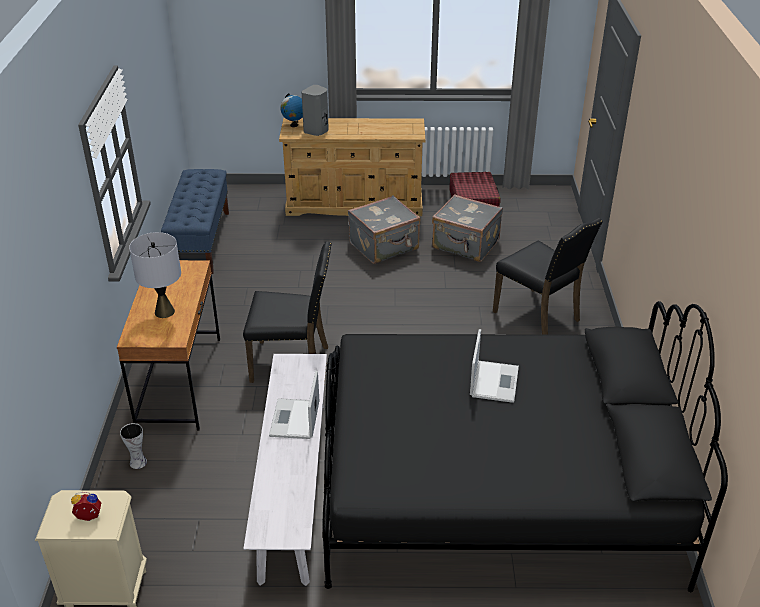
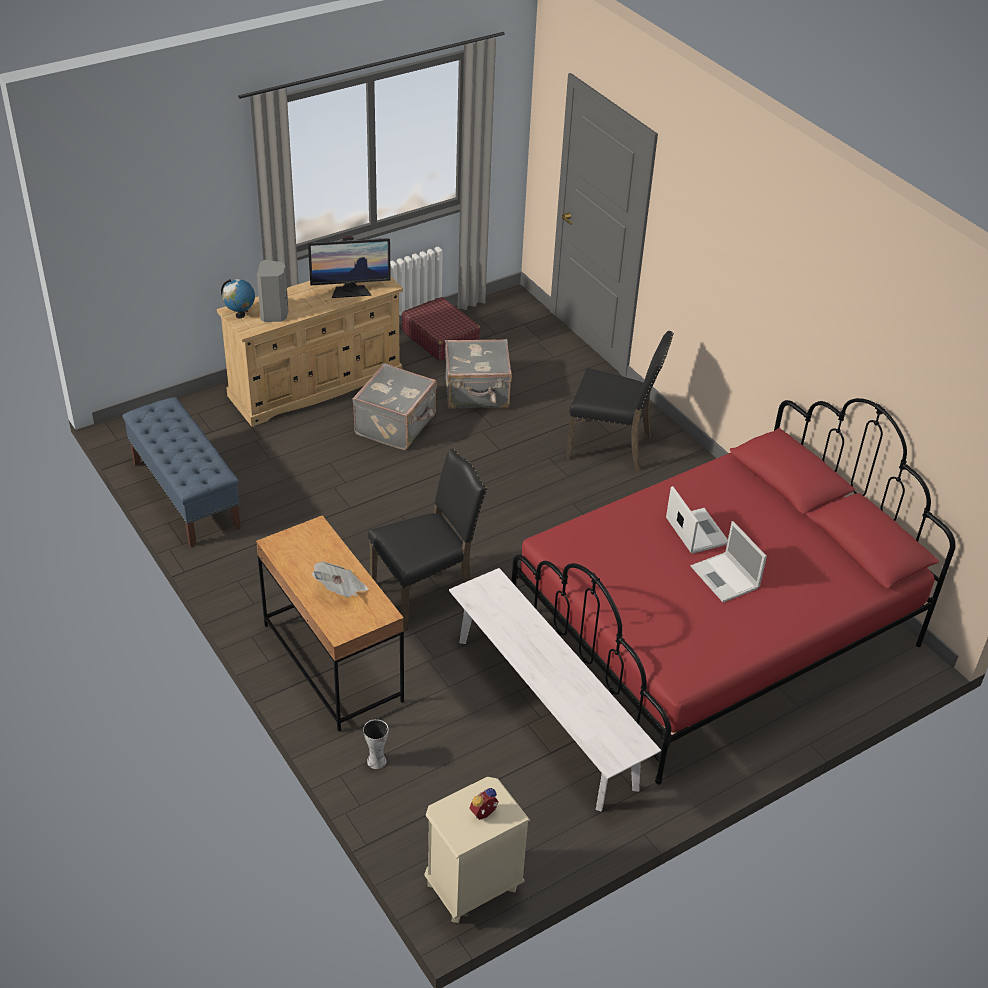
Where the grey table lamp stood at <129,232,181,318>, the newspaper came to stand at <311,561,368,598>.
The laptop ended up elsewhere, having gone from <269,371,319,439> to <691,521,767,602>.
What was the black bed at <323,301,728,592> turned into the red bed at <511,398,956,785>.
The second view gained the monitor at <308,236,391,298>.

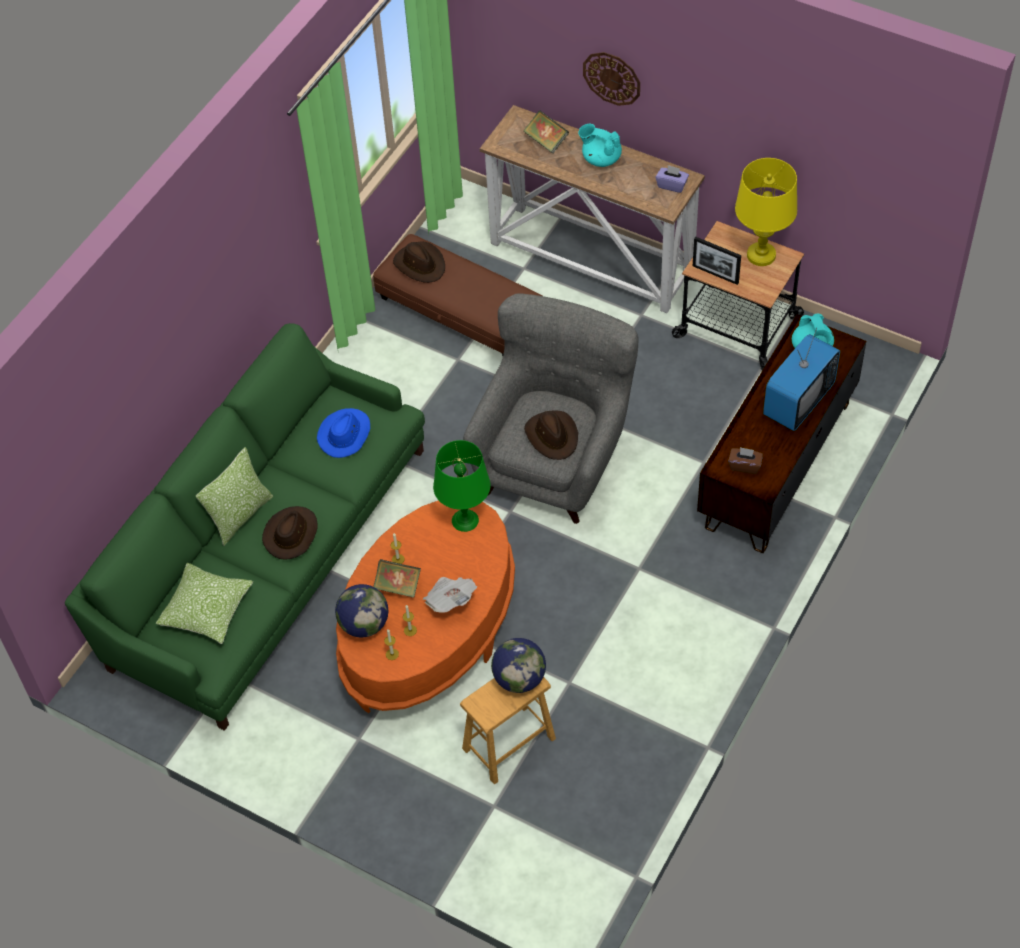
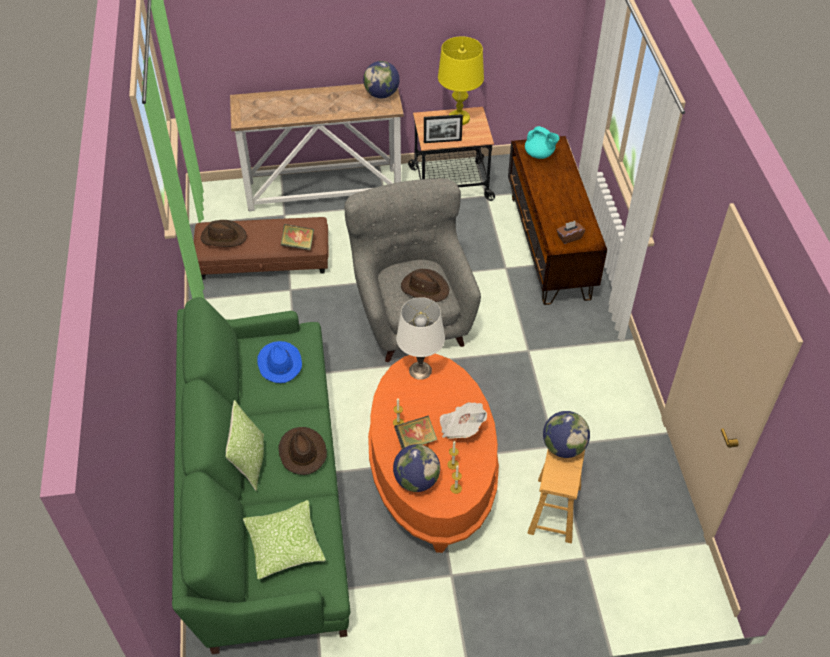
What was the green table lamp at <433,440,491,532> turned into the white table lamp at <396,297,445,380>.
The book ended up elsewhere, having gone from <524,110,569,154> to <281,224,314,251>.
The second view lost the turquoise teapot at <578,124,622,167>.
The second view lost the wall clock at <583,52,640,106>.
Where the purple tissue box stood at <655,165,689,193>, the globe came to stand at <363,61,400,98>.
The second view lost the television at <763,328,840,431>.

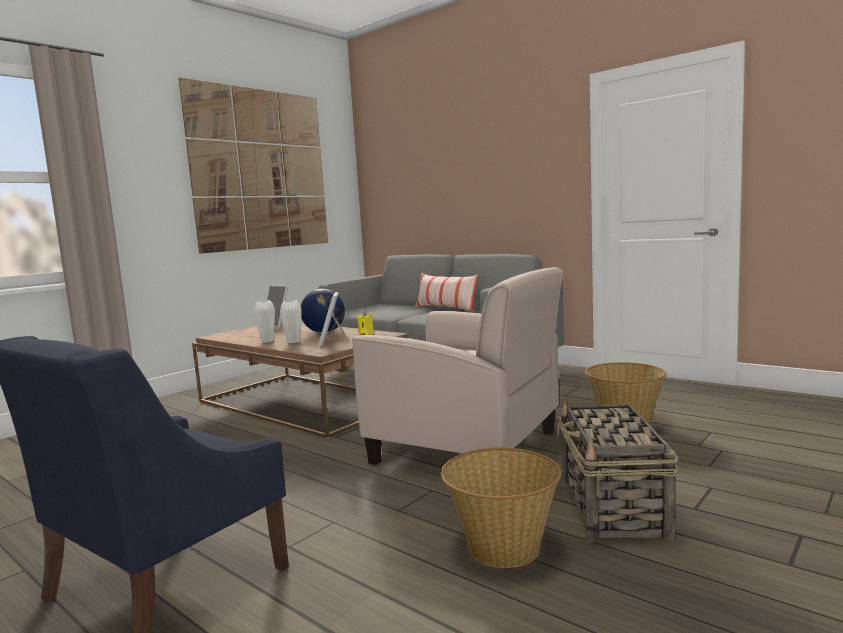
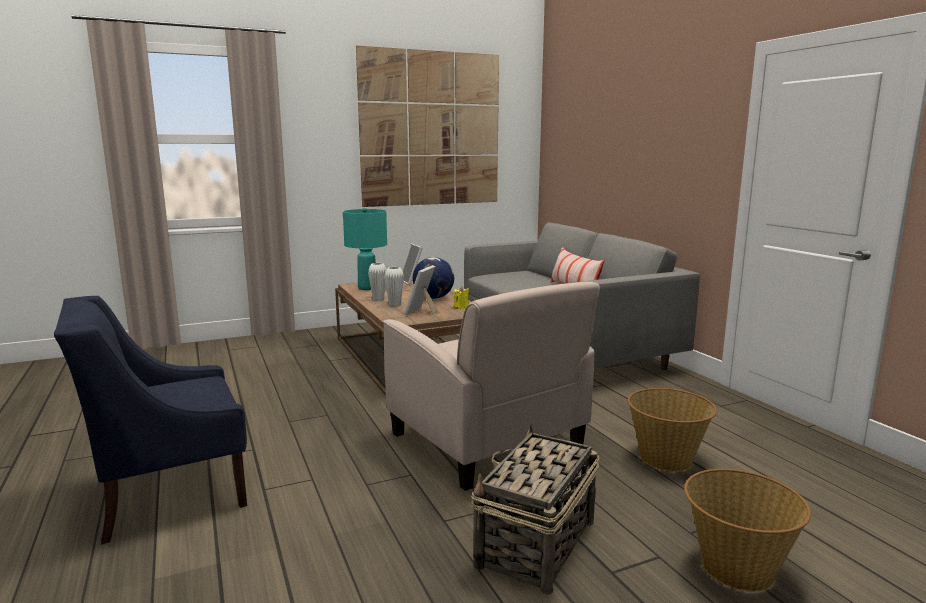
The basket ended up elsewhere, having gone from <440,448,562,568> to <684,469,811,592>.
The second view gained the turquoise table lamp at <343,208,387,290>.

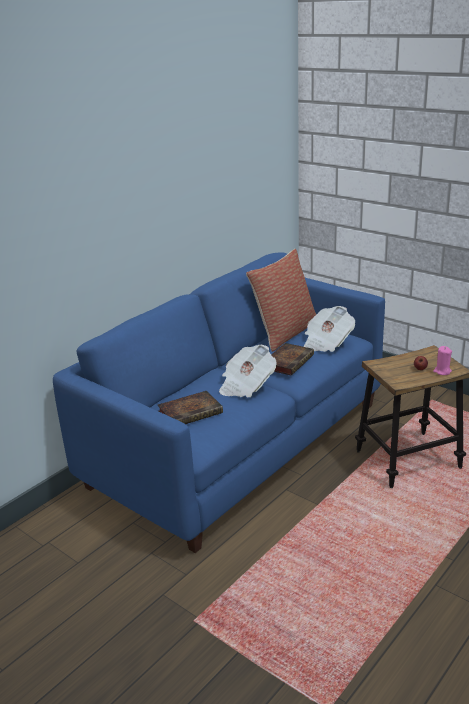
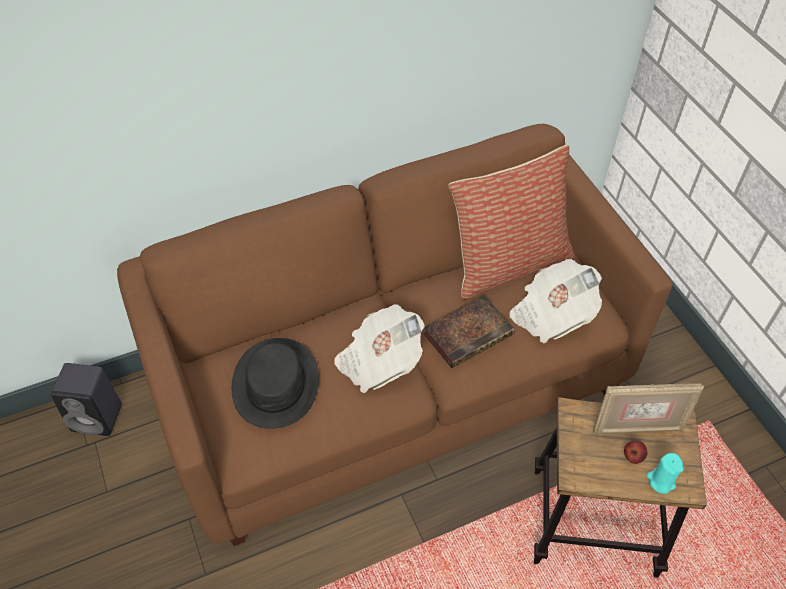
What was the blue sofa at <53,253,385,553> turned into the brown sofa at <117,124,672,546>.
Where the book stood at <158,391,223,424>, the black hat came to stand at <232,338,319,429>.
What was the pink candle at <433,346,452,375> turned into the turquoise candle at <647,453,683,494>.
The second view gained the black speaker at <51,363,122,436>.
The second view gained the picture frame at <593,383,704,434>.

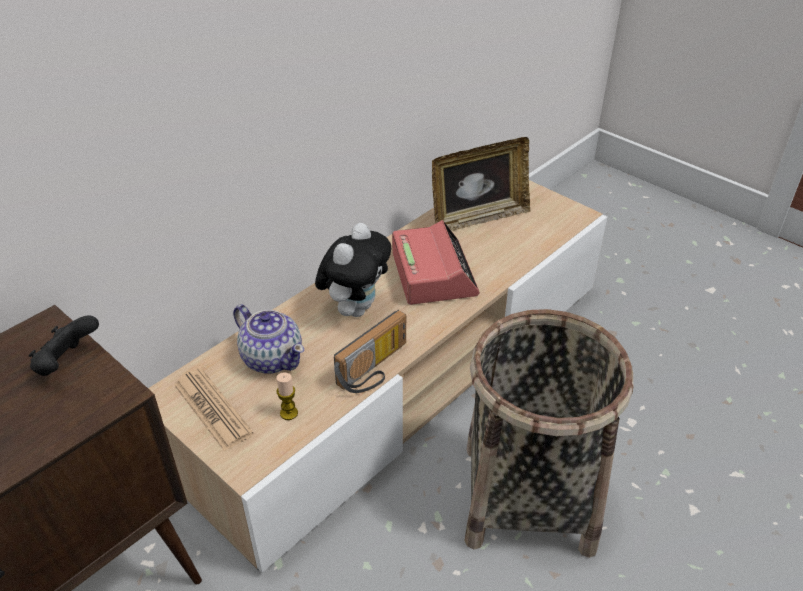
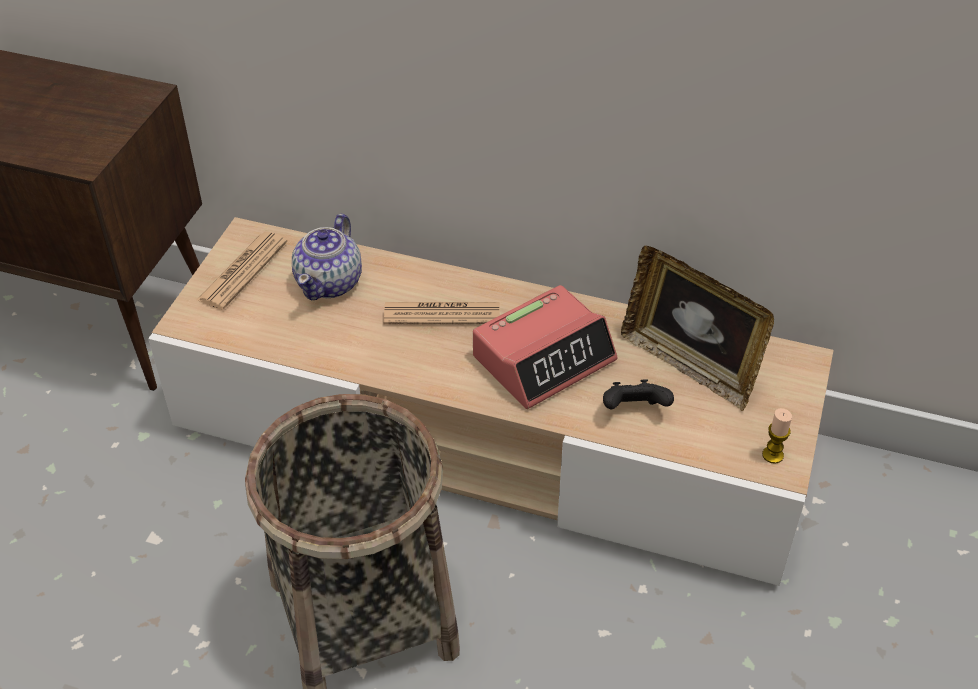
The black game controller ended up elsewhere, having gone from <29,315,99,376> to <603,379,674,410>.
The candle ended up elsewhere, having gone from <276,372,298,420> to <762,408,792,464>.
Where the plush toy stood at <315,223,391,317>, the newspaper came to stand at <383,302,500,325>.
The second view lost the radio at <334,310,406,393>.

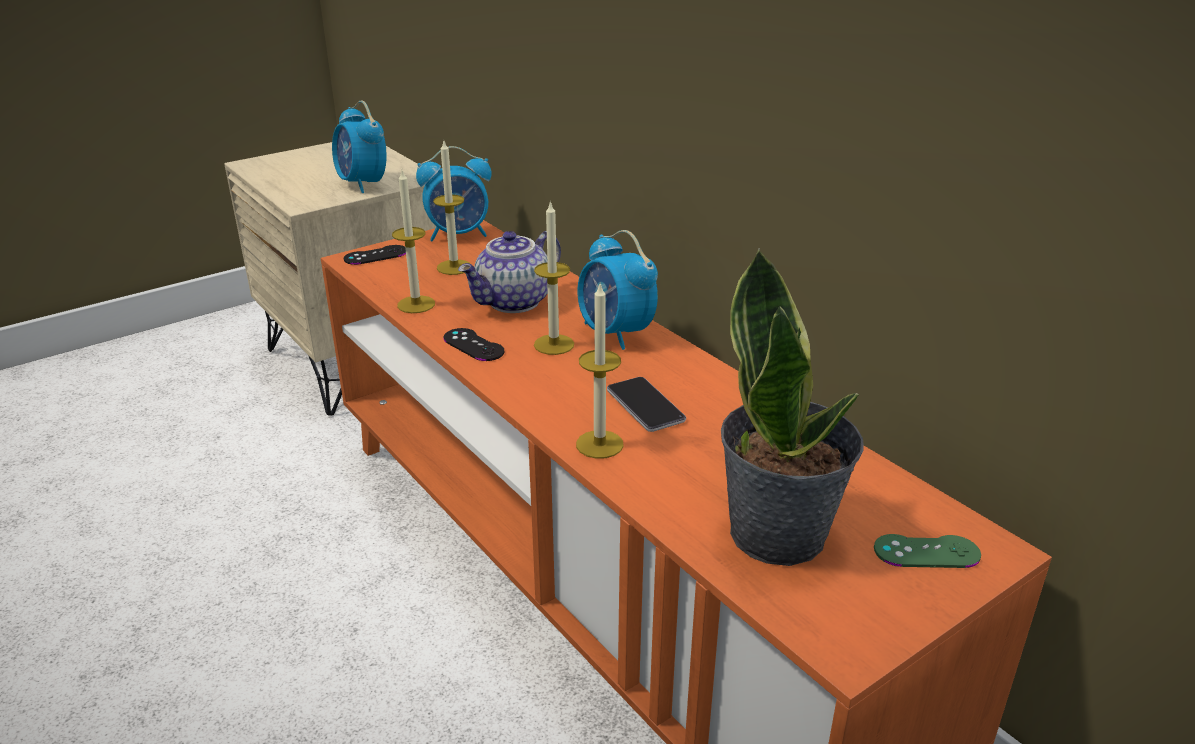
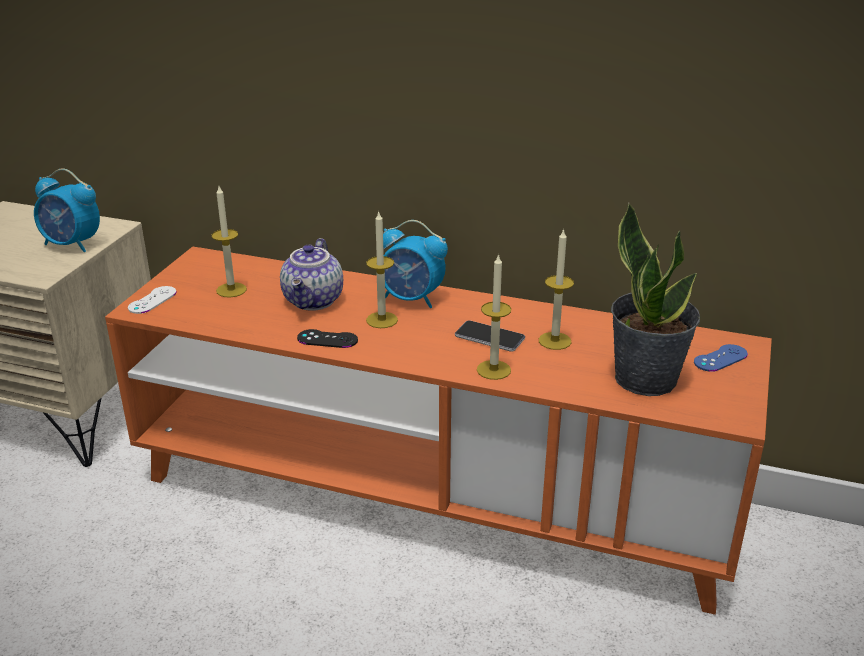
What was the black game controller at <344,245,406,265> turned into the white game controller at <128,286,177,314>.
The candle ended up elsewhere, having gone from <392,170,435,313> to <539,228,574,350>.
The second view lost the alarm clock at <416,146,492,241>.
What was the green game controller at <874,534,981,568> turned into the blue game controller at <694,344,748,372>.

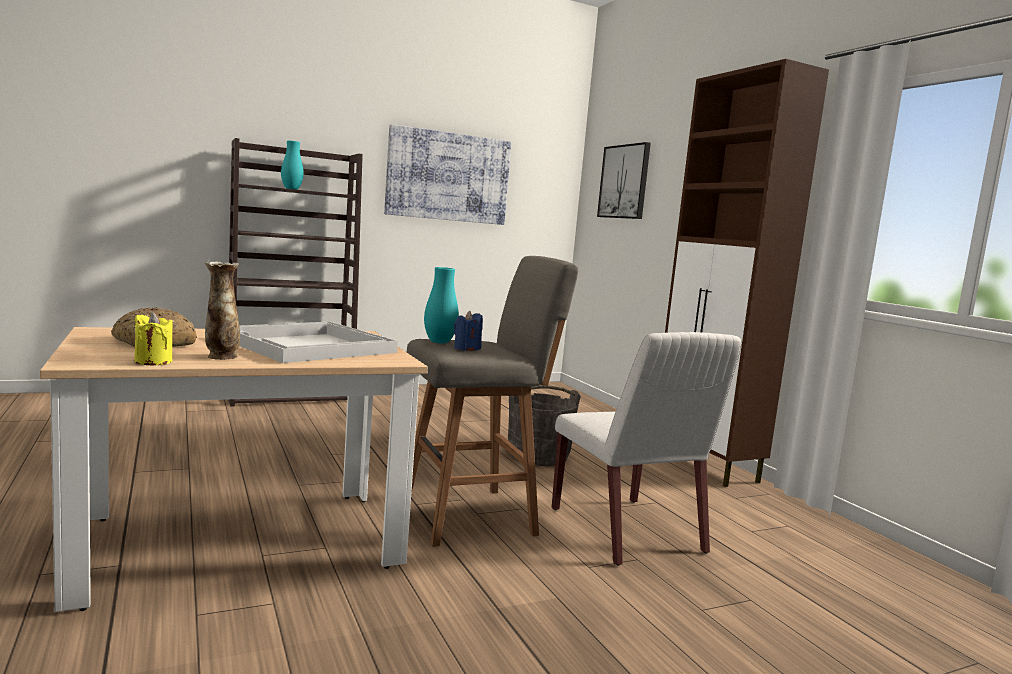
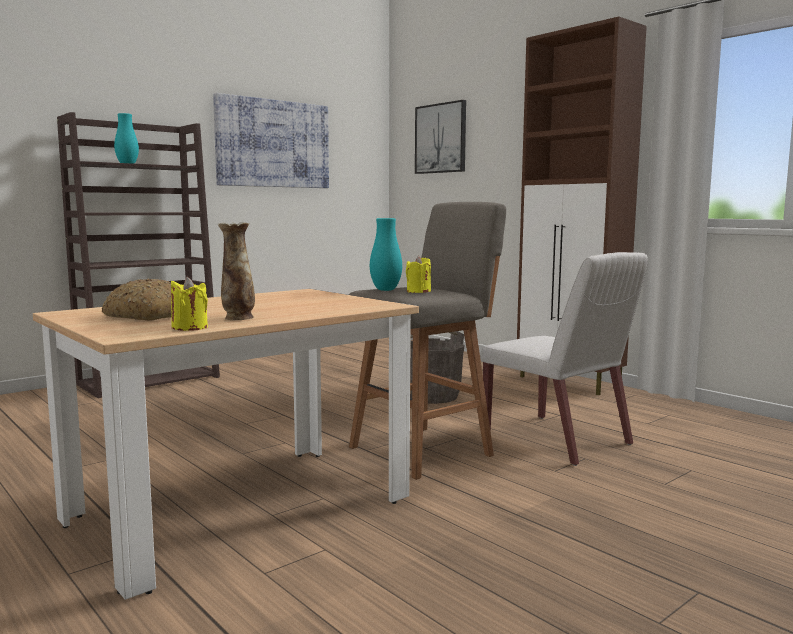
The second view lost the white tray at <239,322,398,363>.
What was the blue candle at <454,311,483,351> turned into the yellow candle at <406,256,431,293>.

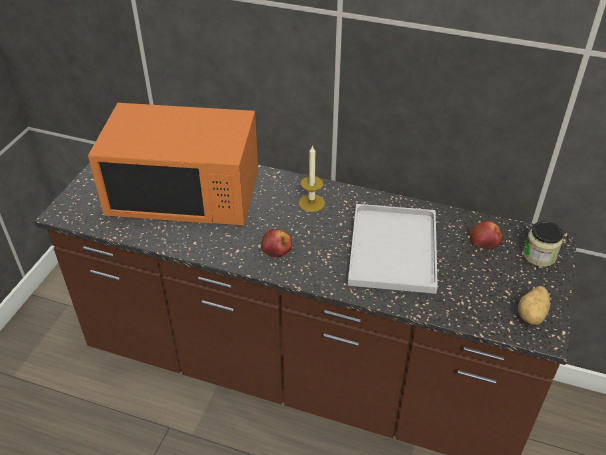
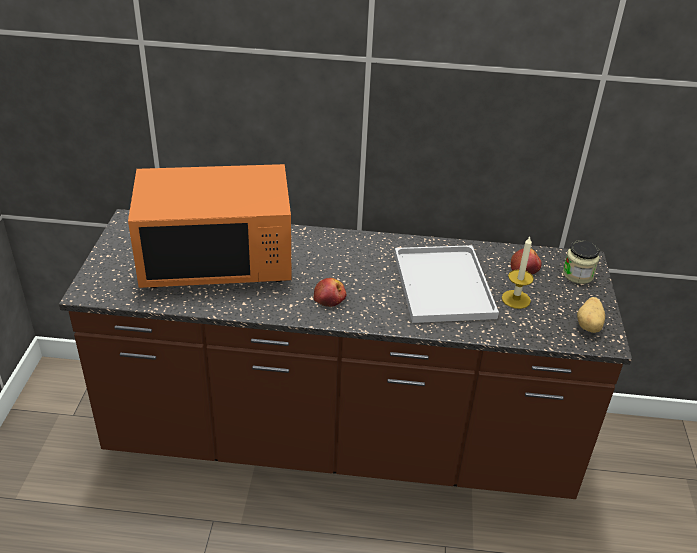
The candle ended up elsewhere, having gone from <299,145,325,212> to <502,237,534,309>.

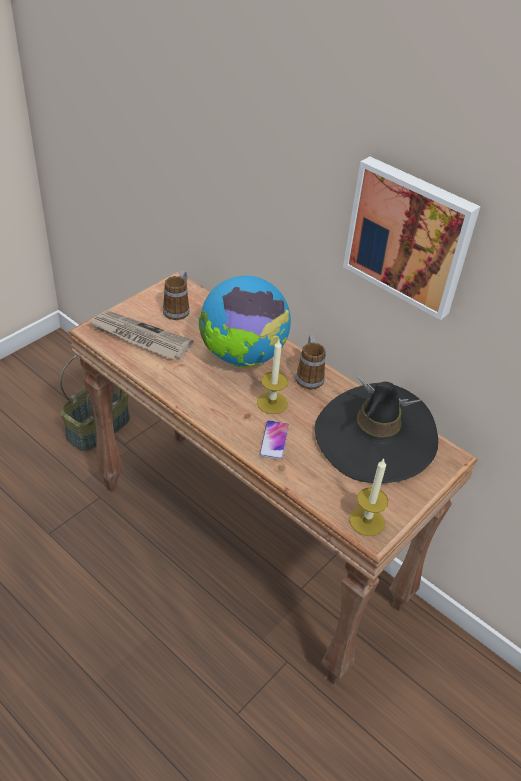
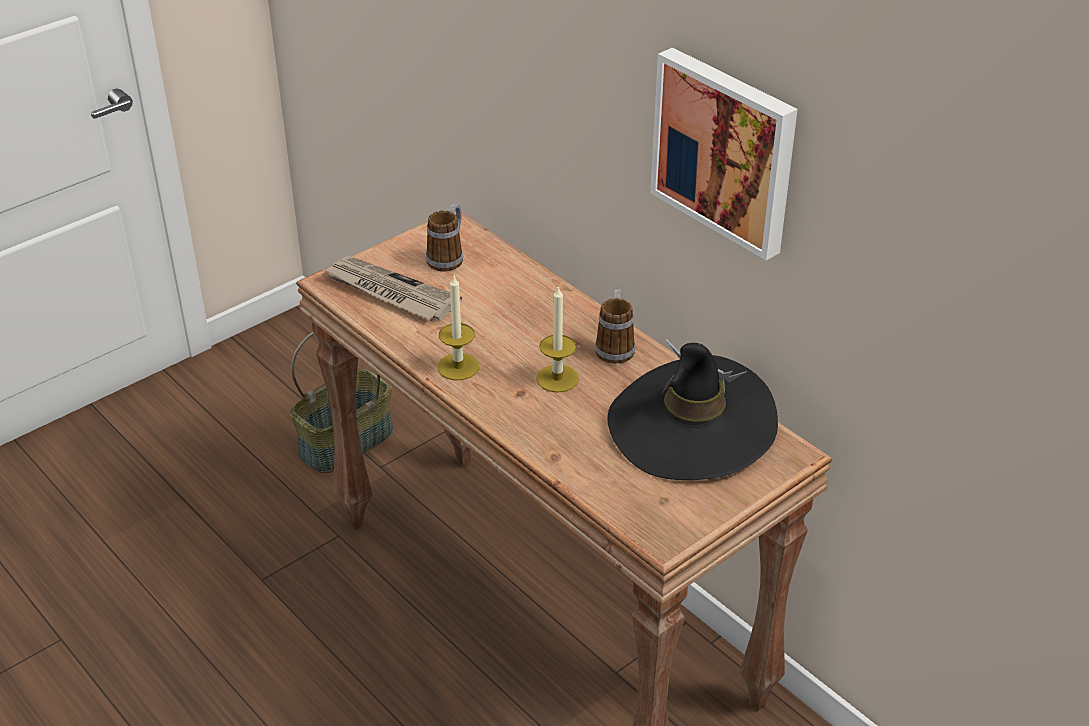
The second view lost the globe at <199,275,291,367>.
The second view lost the phone at <259,420,289,460>.
The candle ended up elsewhere, having gone from <349,459,389,536> to <438,276,479,380>.

